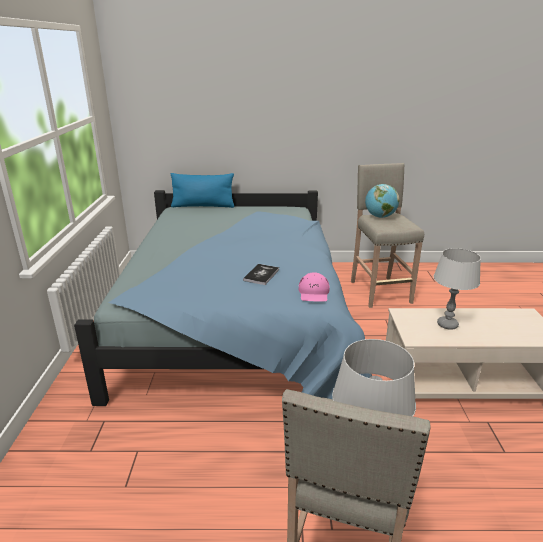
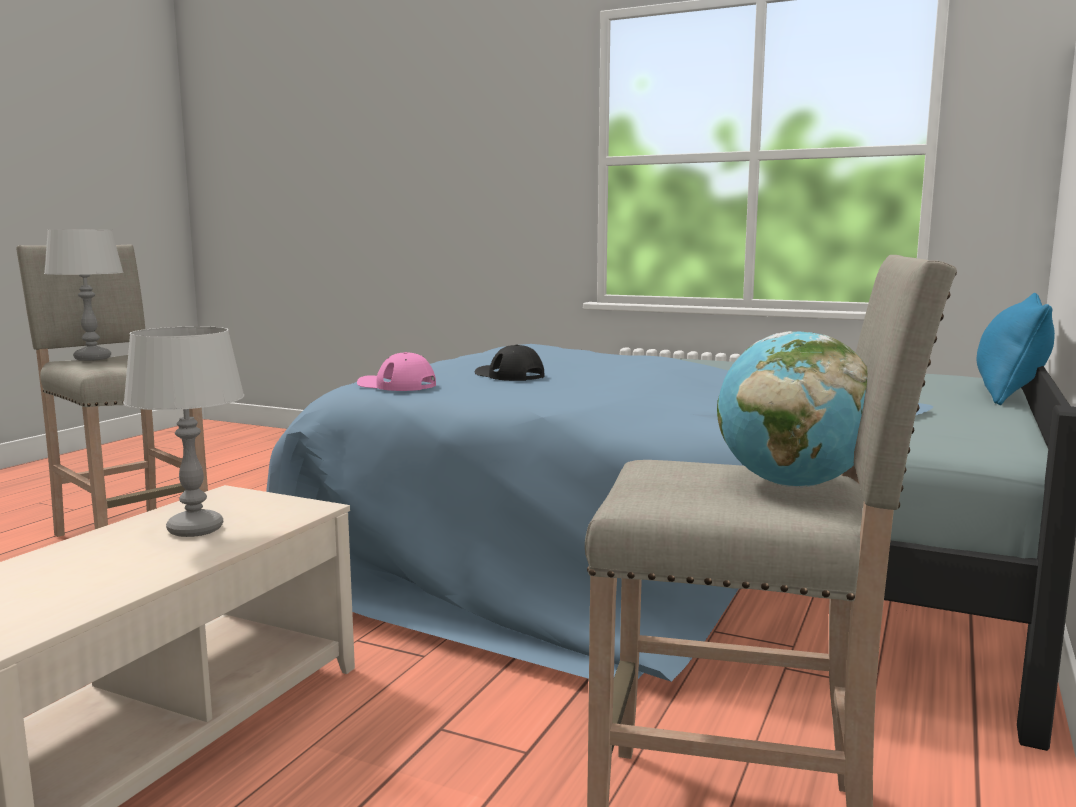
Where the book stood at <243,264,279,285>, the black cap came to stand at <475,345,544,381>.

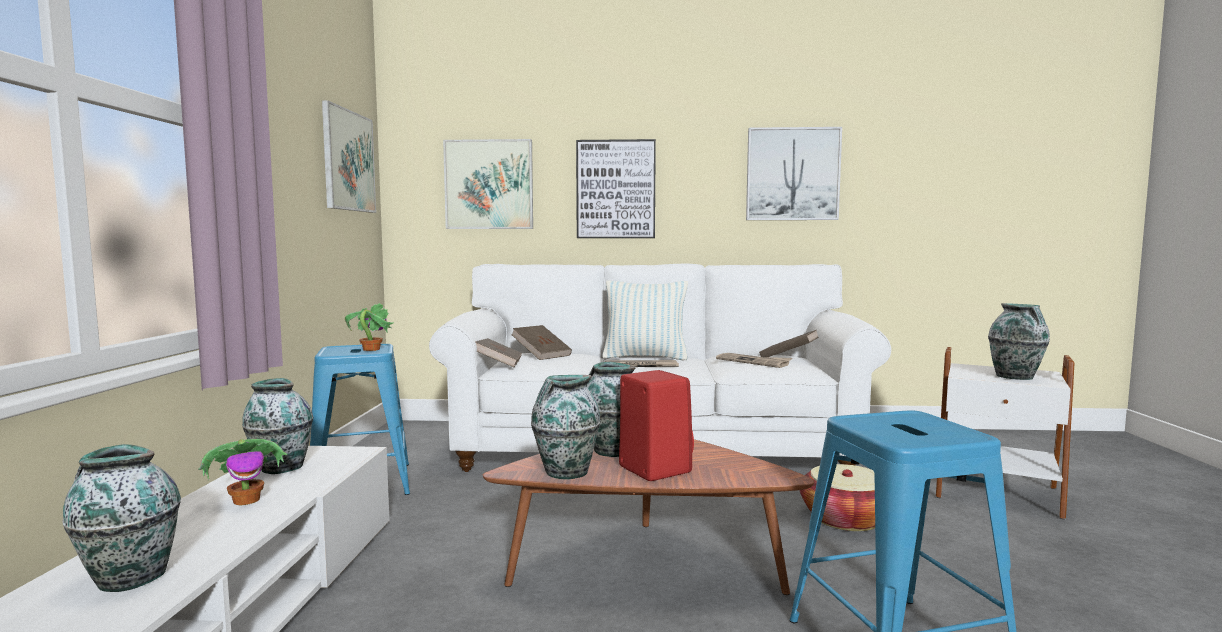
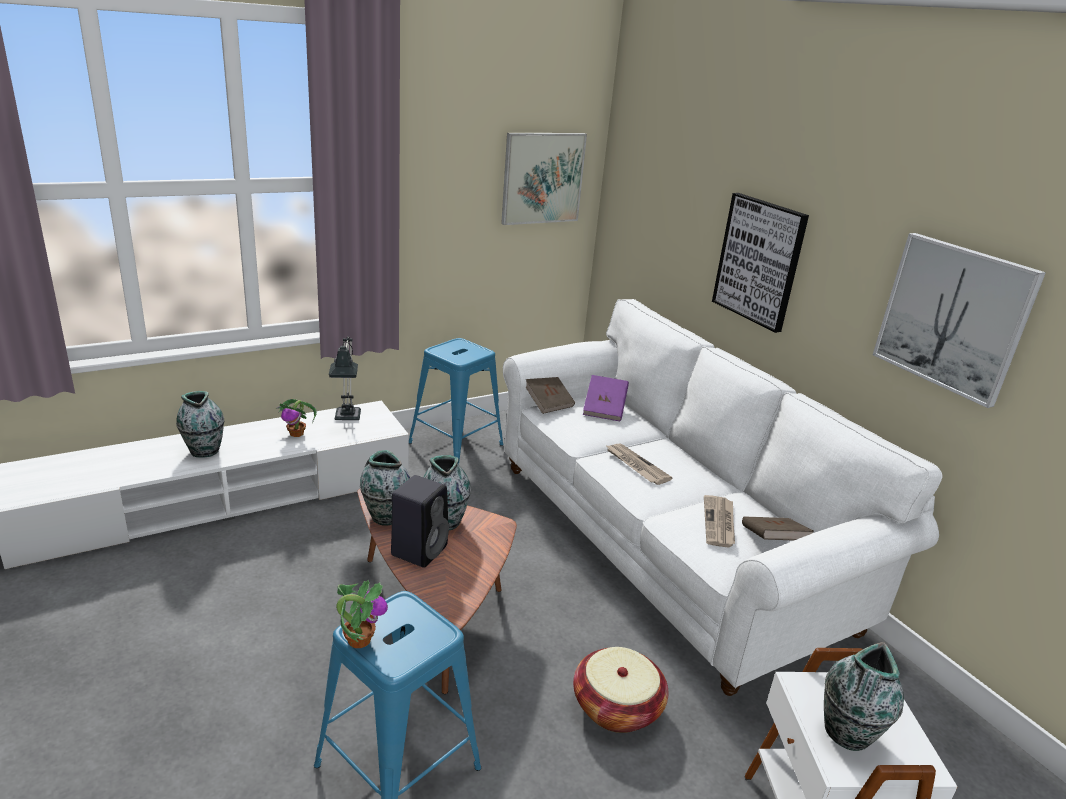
Where the vase stood at <242,378,313,474>, the table lamp came to stand at <329,337,361,420>.
The potted plant ended up elsewhere, having gone from <345,303,393,351> to <336,580,388,648>.
The second view lost the picture at <443,139,533,229>.
What was the brown book at <511,325,572,360> turned into the purple book at <583,375,629,421>.
The second view lost the pillow at <602,281,688,360>.
What was the red speaker at <619,370,694,481> turned into the black speaker at <391,475,449,568>.

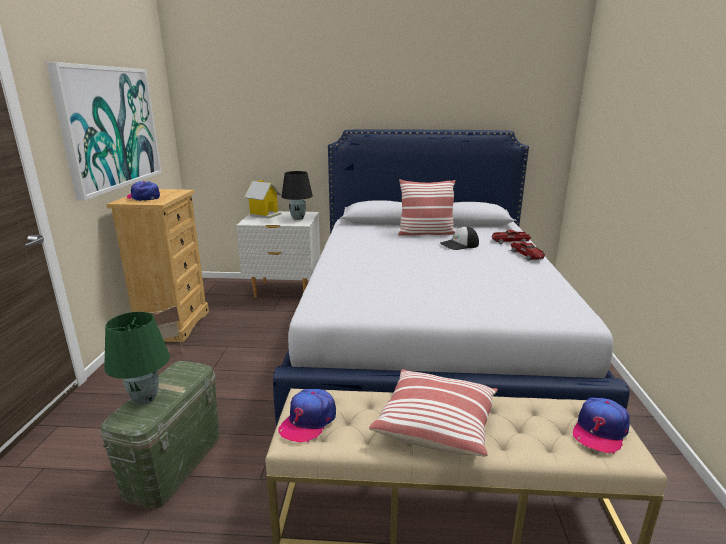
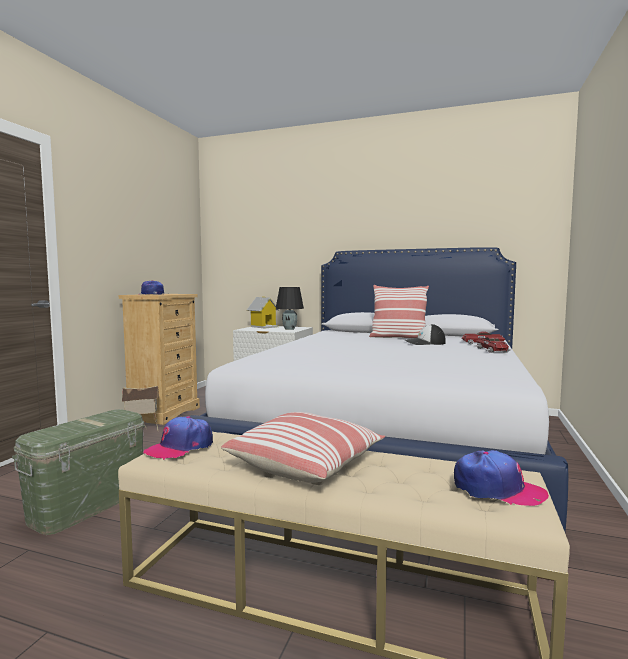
The second view lost the picture at <46,62,162,201>.
The second view lost the green table lamp at <104,312,170,405>.
The cap at <573,397,630,454> ended up facing another way, 120 degrees counterclockwise from before.

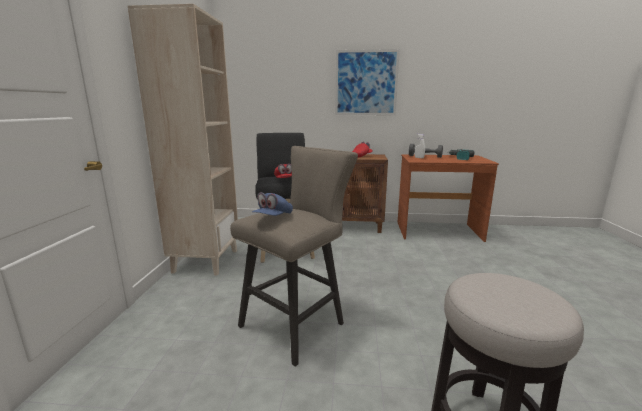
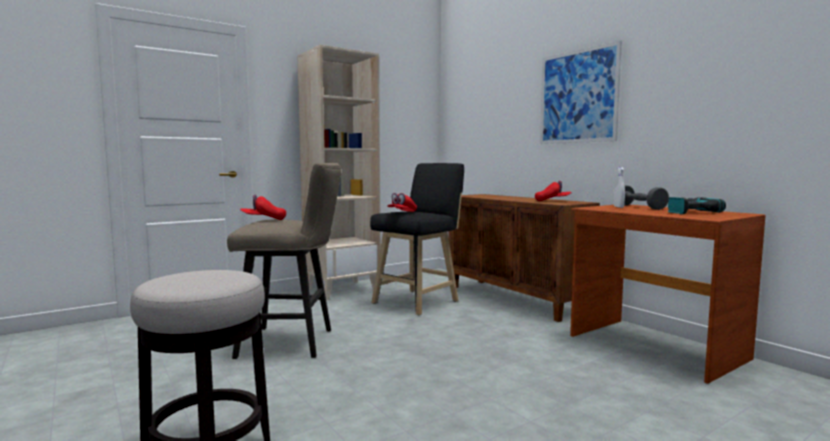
What was the blue cap at <252,192,293,216> turned into the red cap at <240,195,286,220>.

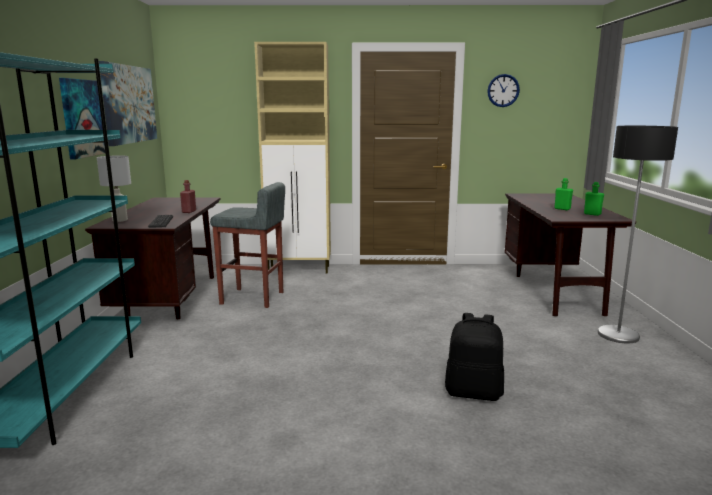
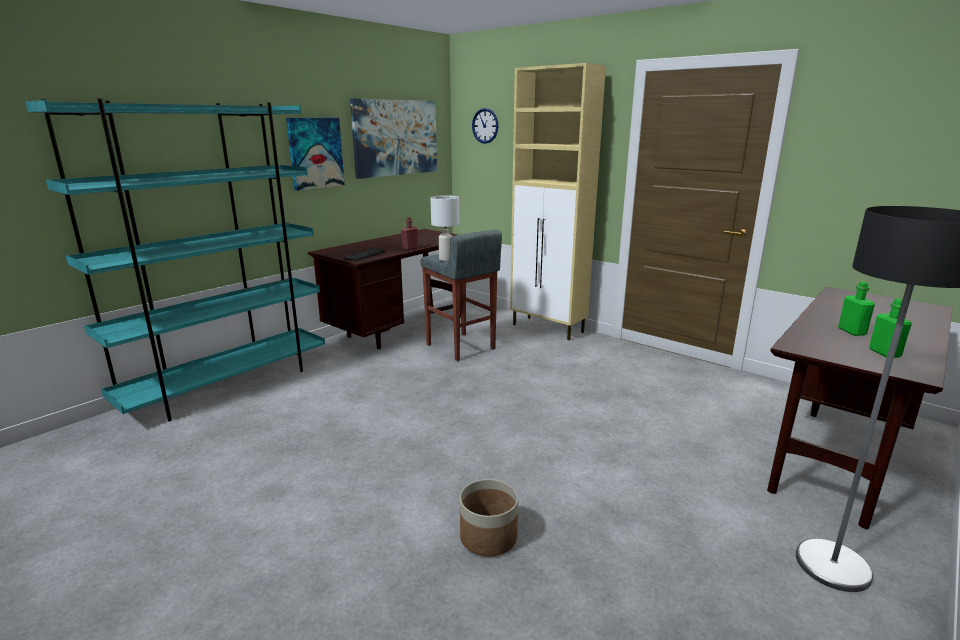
The white table lamp ended up elsewhere, having gone from <97,155,131,222> to <430,195,459,261>.
Where the black backpack stood at <445,313,504,401>, the planter came to stand at <460,479,518,557>.
The wall clock ended up elsewhere, having gone from <487,74,520,107> to <472,108,498,144>.

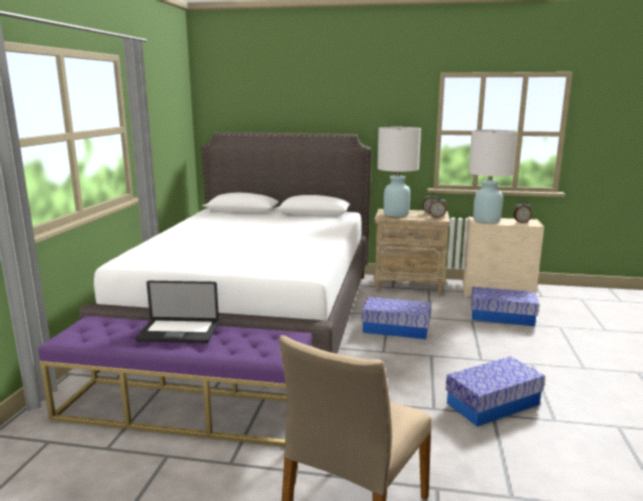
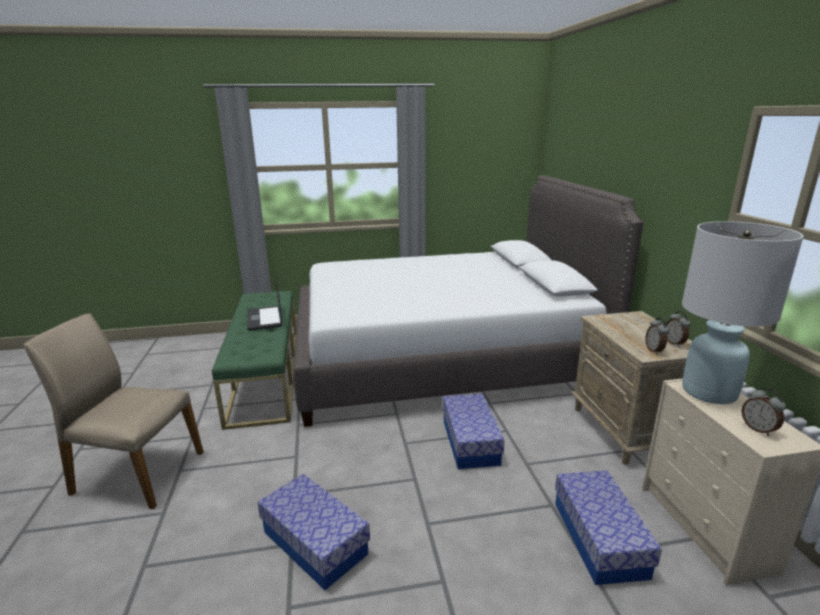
What was the purple bench at <38,316,312,447> turned into the green bench at <212,291,296,430>.
The second view lost the white table lamp at <377,127,421,217>.

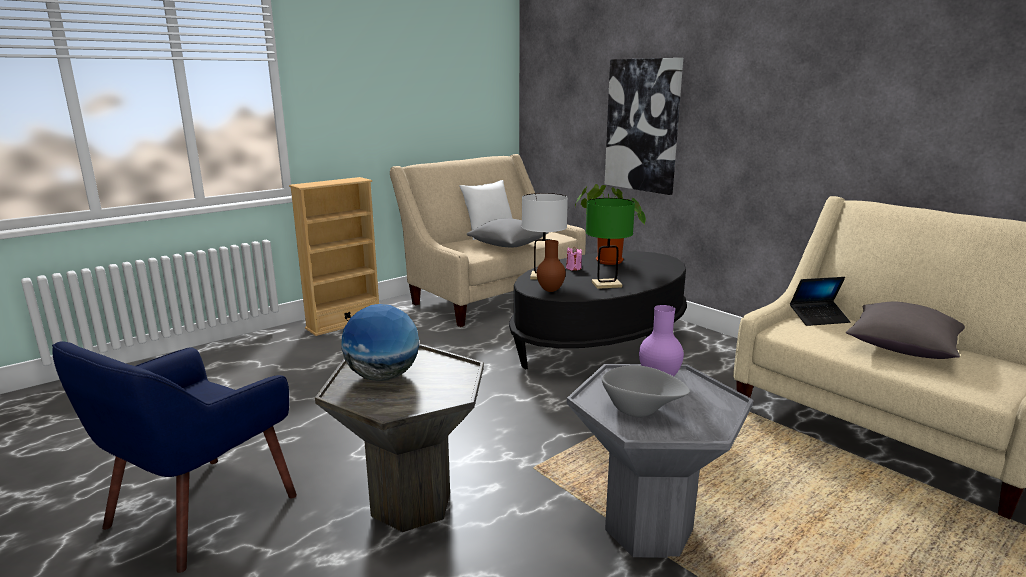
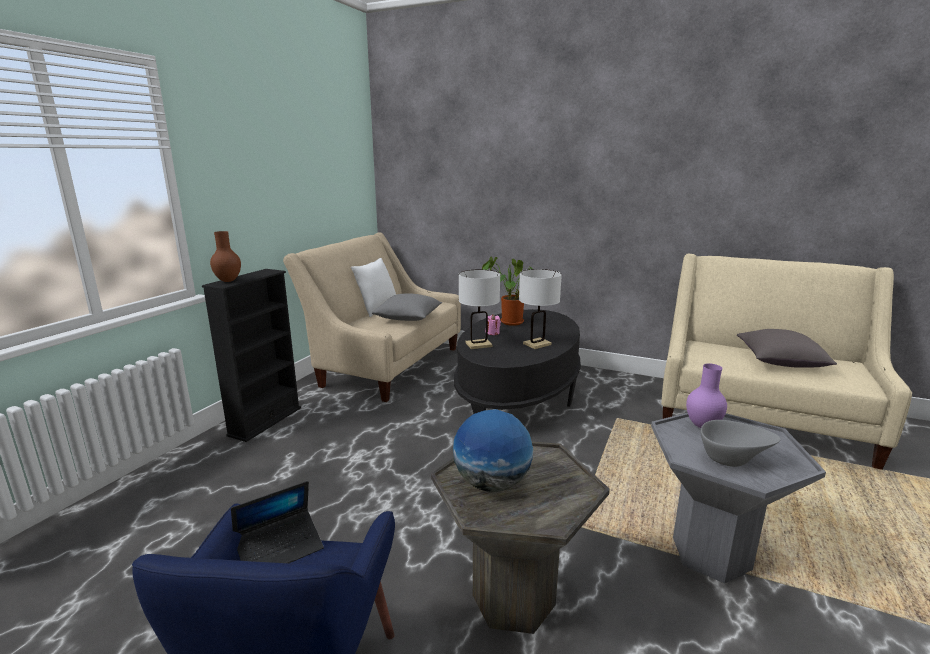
What was the beige bookcase at <289,177,379,336> turned into the black bookcase at <202,269,301,442>.
The brown vase ended up elsewhere, having gone from <537,240,566,292> to <210,231,241,282>.
What was the green table lamp at <586,198,635,289> turned into the white table lamp at <519,269,562,349>.
The second view lost the picture at <605,58,683,195>.
The laptop ended up elsewhere, having gone from <790,277,850,326> to <231,481,324,563>.

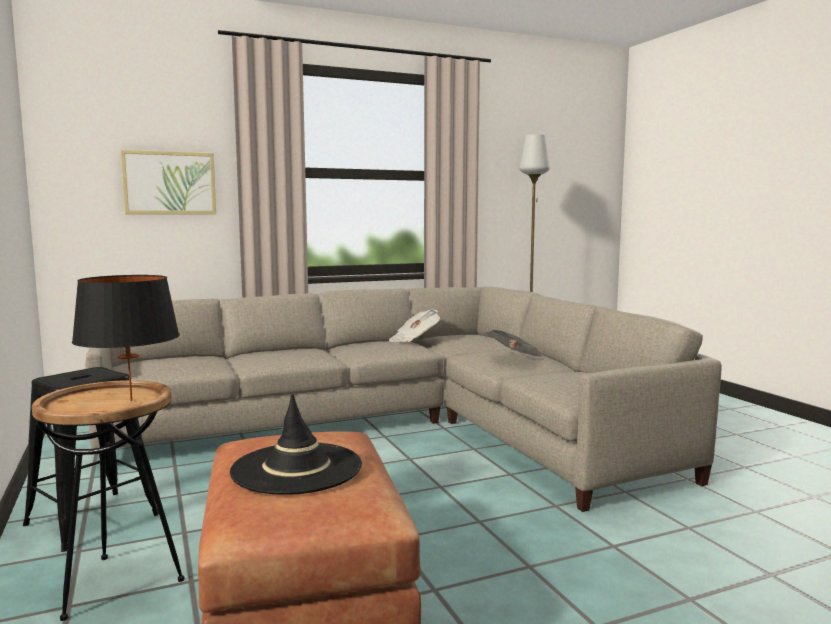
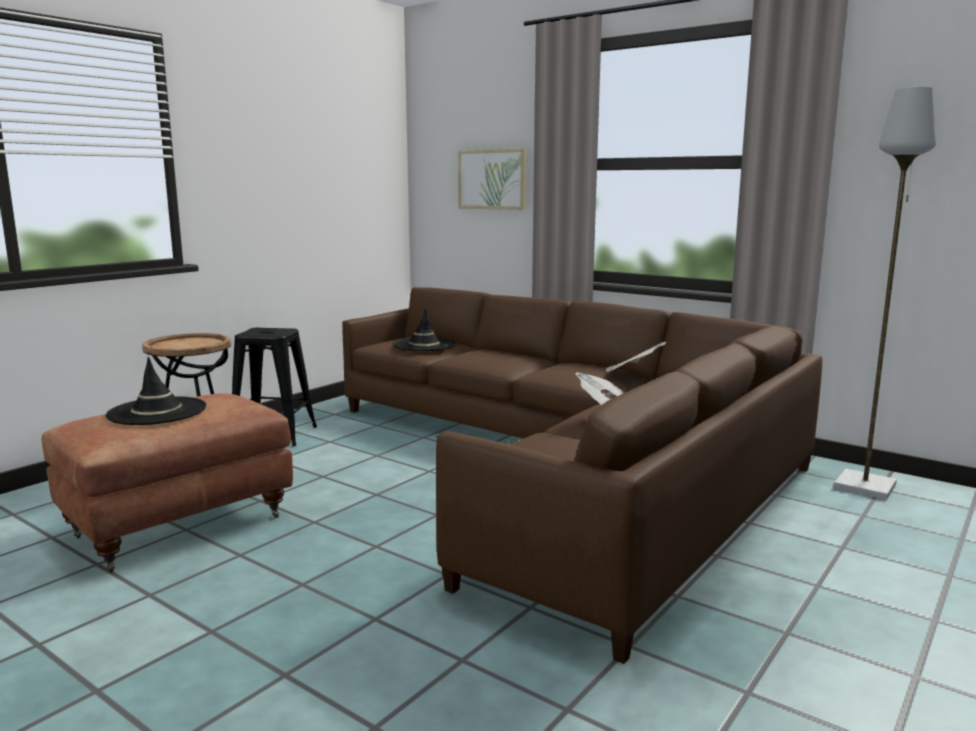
The second view lost the black table lamp at <72,275,180,401>.
What was the grey sofa at <85,287,722,512> turned into the brown sofa at <342,287,822,664>.
The second view gained the black hat at <393,308,455,351>.

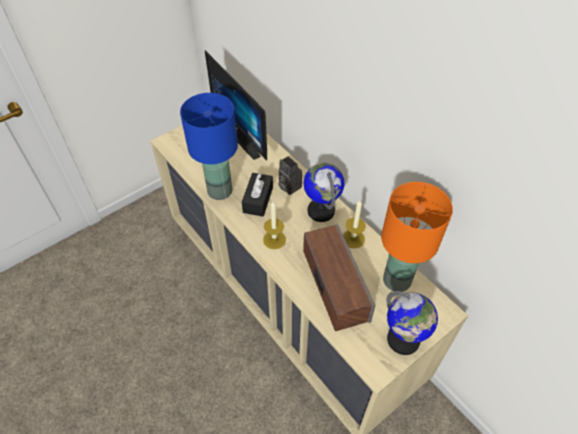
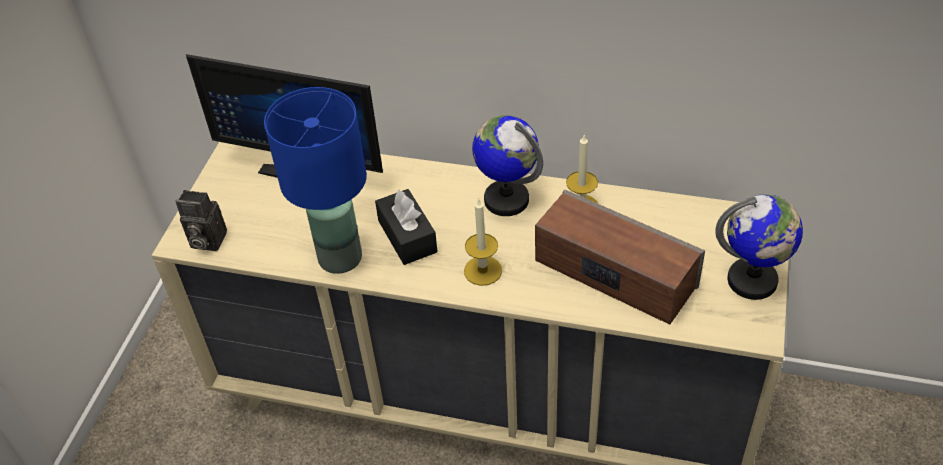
The photo camera ended up elsewhere, having gone from <278,156,302,195> to <176,190,227,251>.
The second view lost the orange table lamp at <381,182,453,292>.

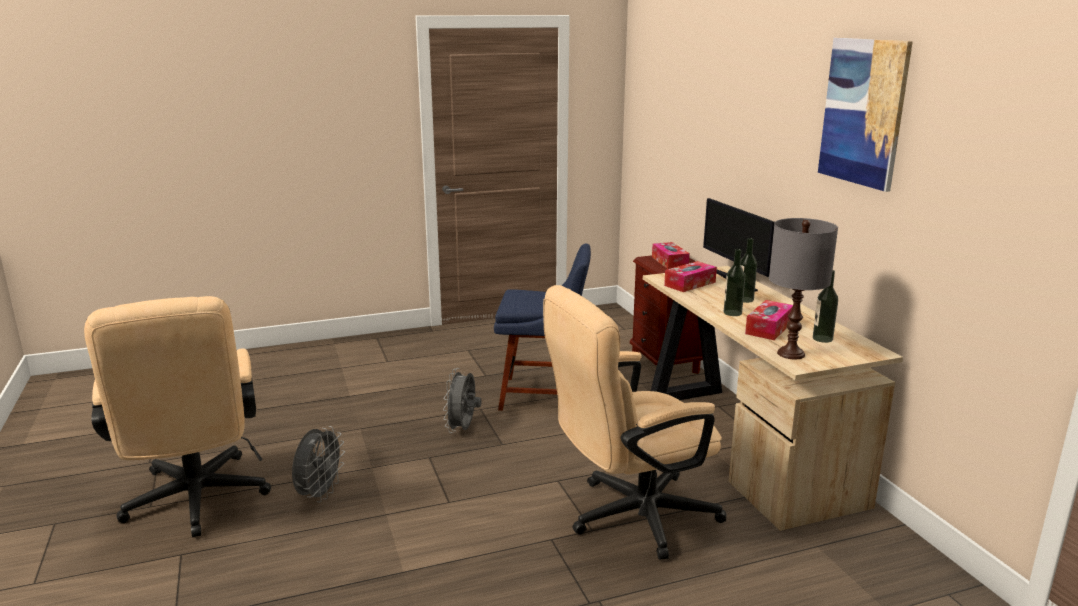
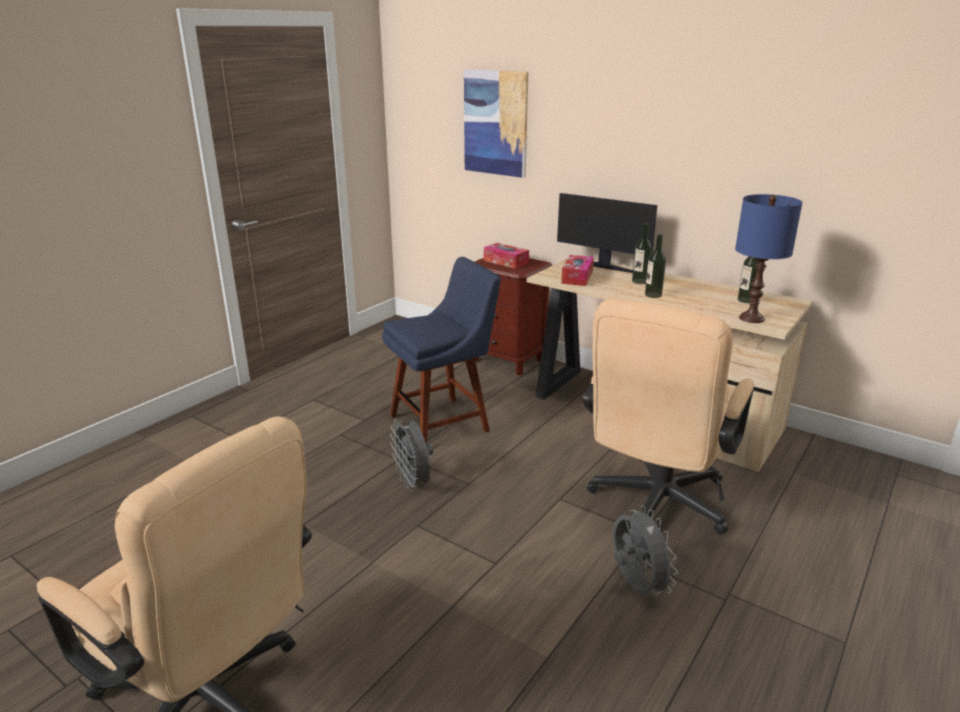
The grey fan ended up elsewhere, having gone from <292,426,345,502> to <613,506,678,595>.
The second view lost the tissue box at <745,300,793,340>.
What was the grey table lamp at <769,218,838,359> turned into the blue table lamp at <735,194,803,323>.
The picture ended up elsewhere, having gone from <818,38,913,192> to <464,69,528,178>.

